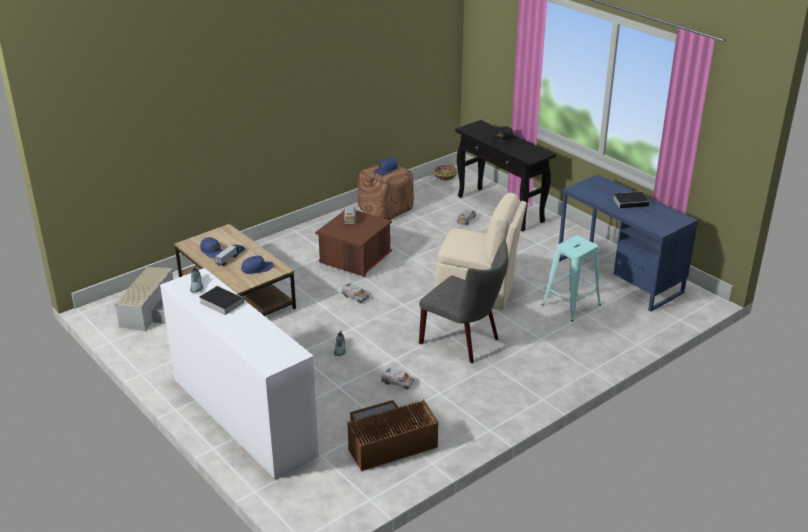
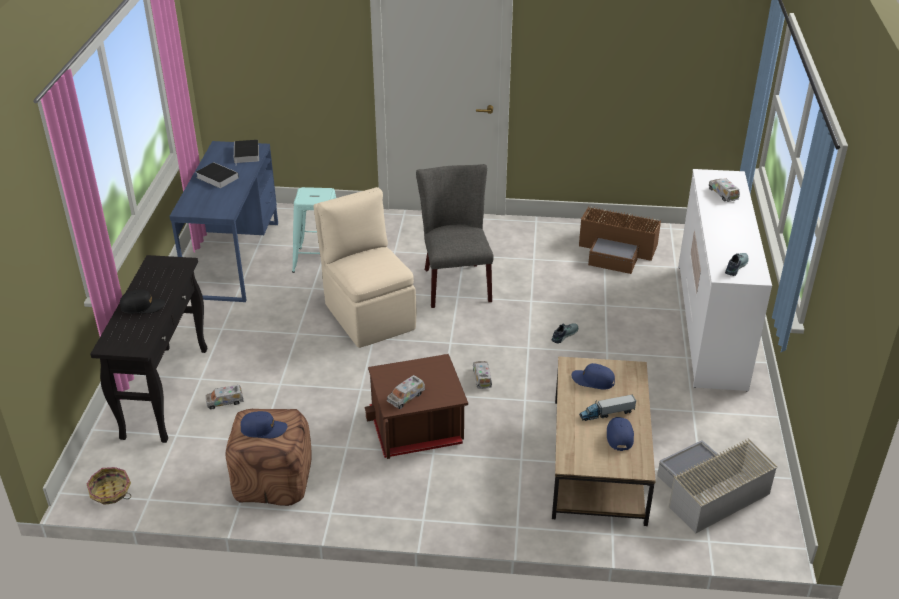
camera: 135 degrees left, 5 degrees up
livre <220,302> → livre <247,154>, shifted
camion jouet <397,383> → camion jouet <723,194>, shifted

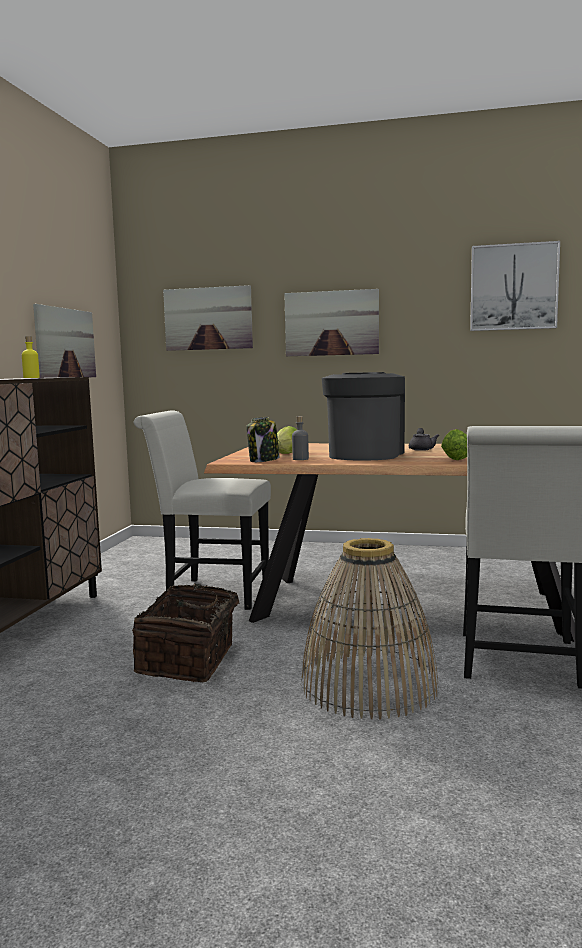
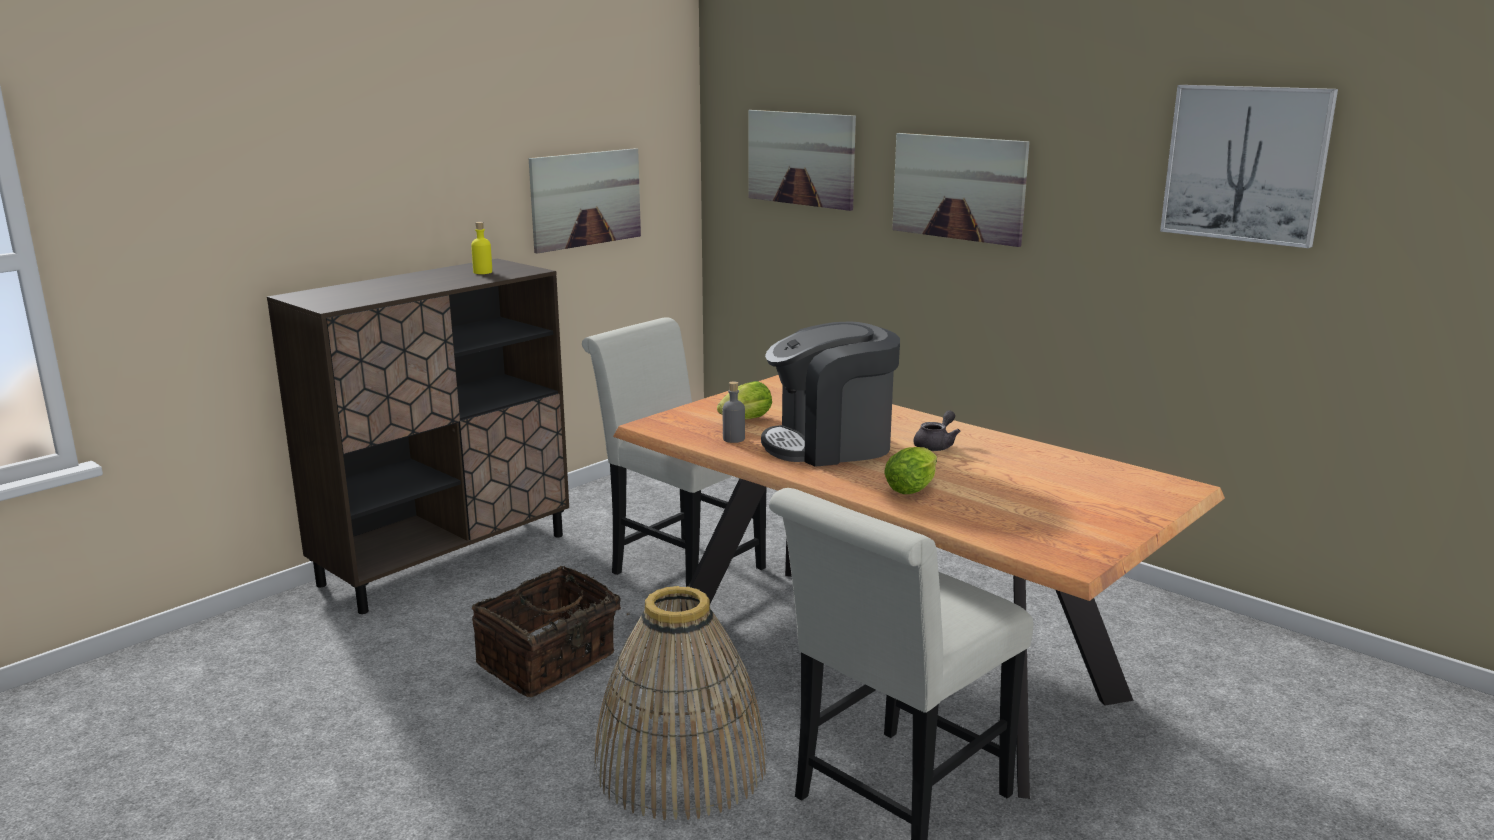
camera: 30 degrees right, 10 degrees up
bocal <264,460> → -
machine à café <364,454> → machine à café <830,445>, 150 degrees counterclockwise

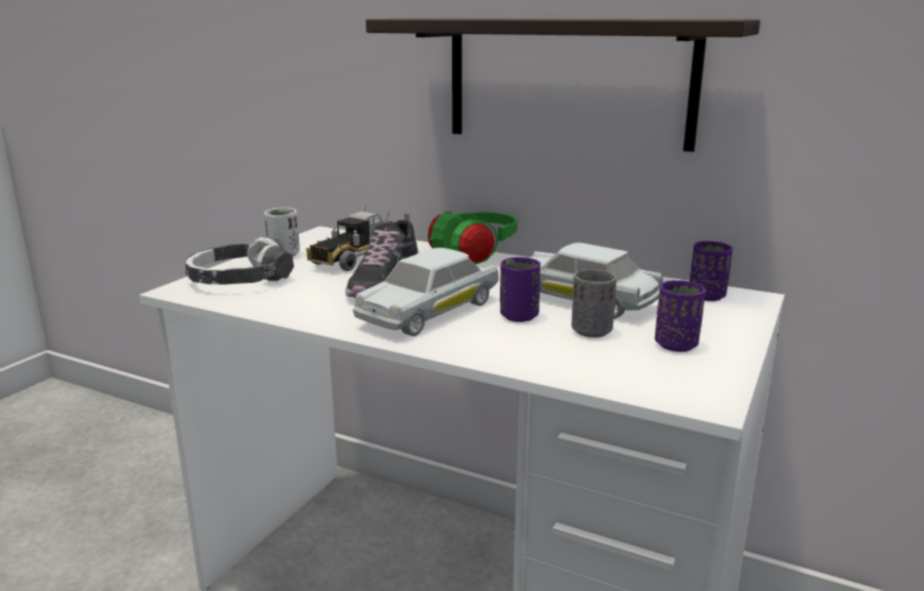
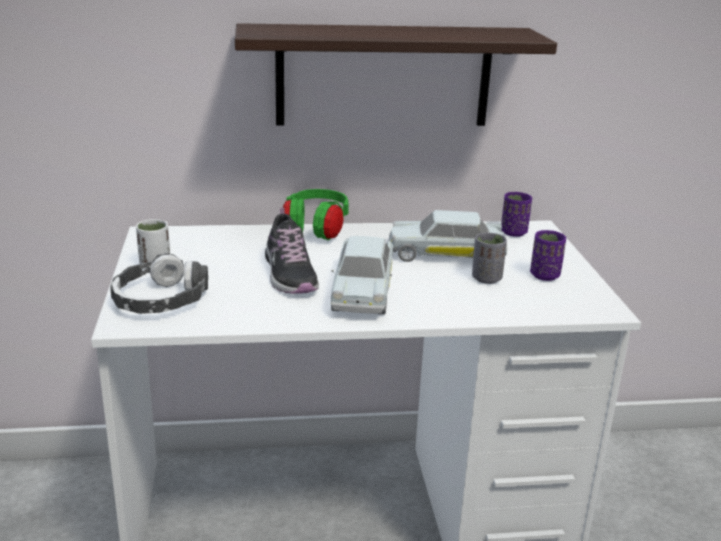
camera: 35 degrees left, 5 degrees up
camion jouet <354,259> → -
tasse [violet] <519,316> → -

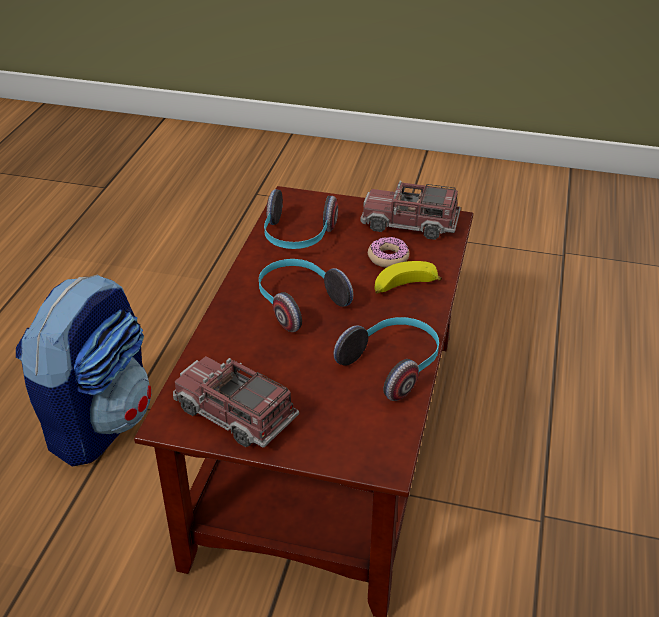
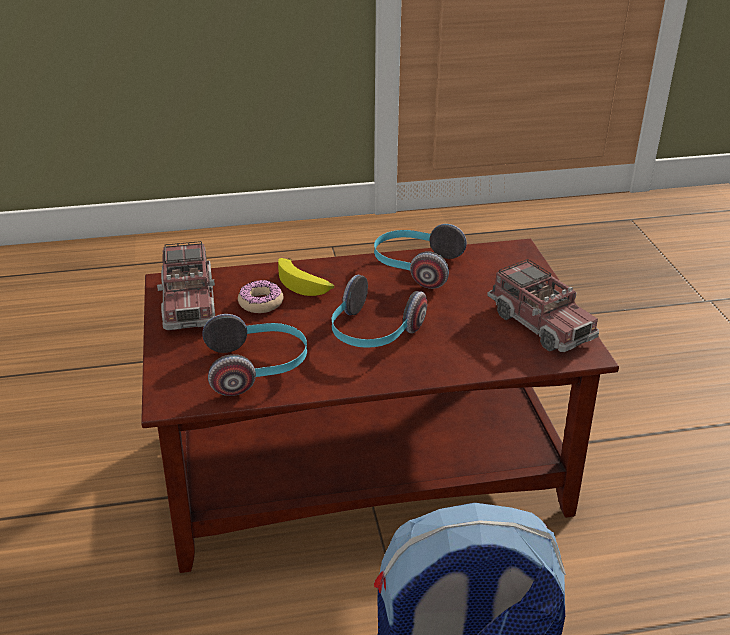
camera: 115 degrees left, 5 degrees down
camion jouet <235,413> → camion jouet <540,323>, 45 degrees counterclockwise

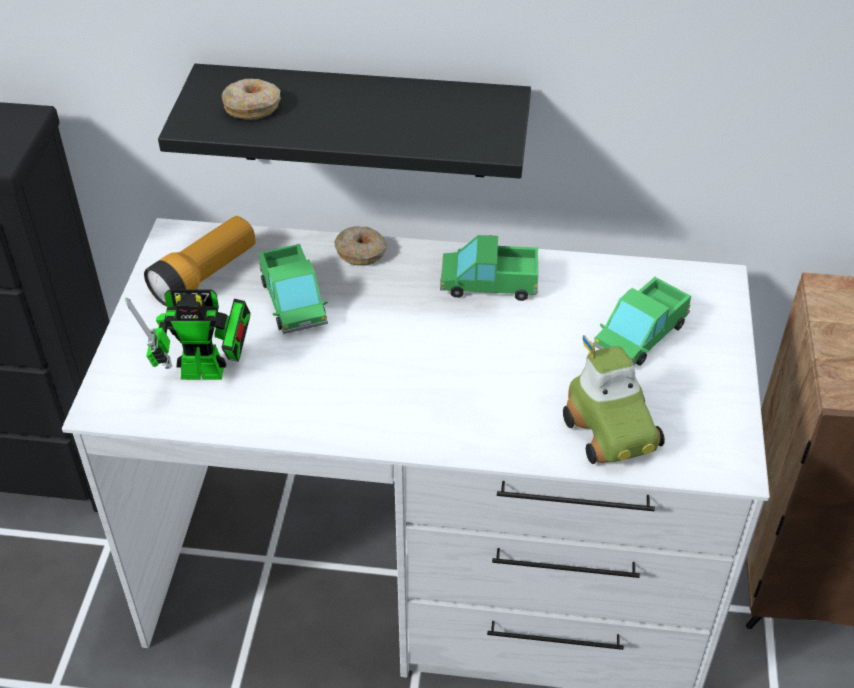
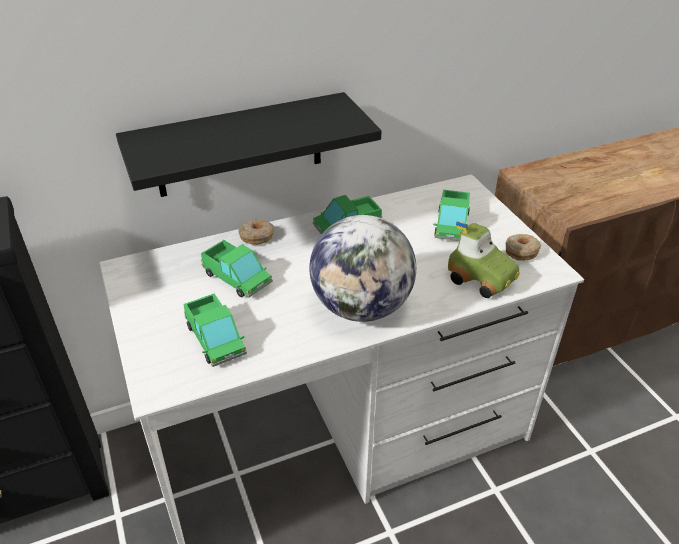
camera: 30 degrees left, 5 degrees down
lampe de poche <205,275> → -
- → globe <361,307>
beignet <252,107> → beignet <521,251>, shifted
robot jouet <210,372> → camion jouet <215,339>

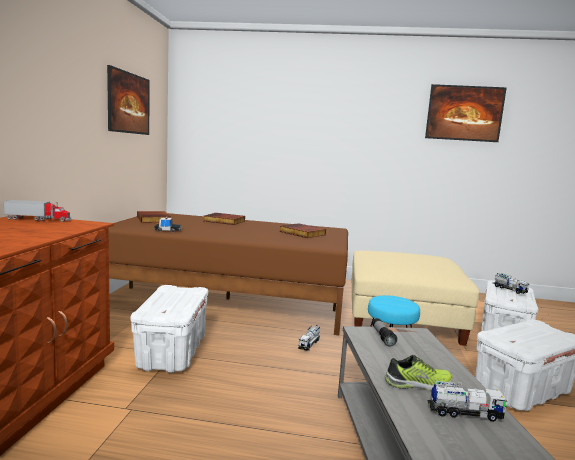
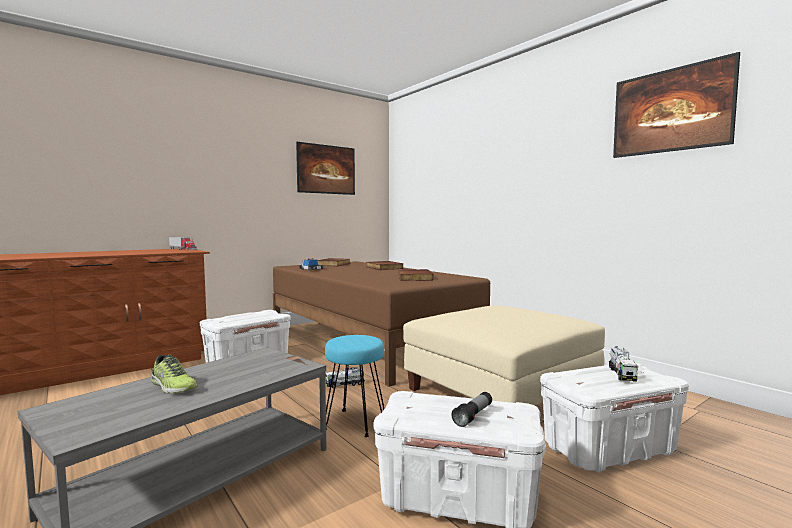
camera: 45 degrees right, 5 degrees down
camion jouet <464,413> → -
lampe de poche <382,337> → lampe de poche <473,416>, shifted

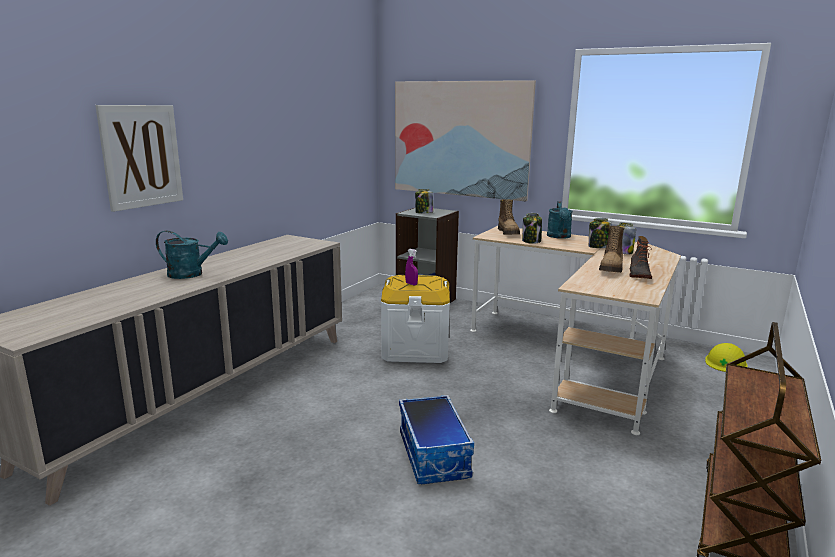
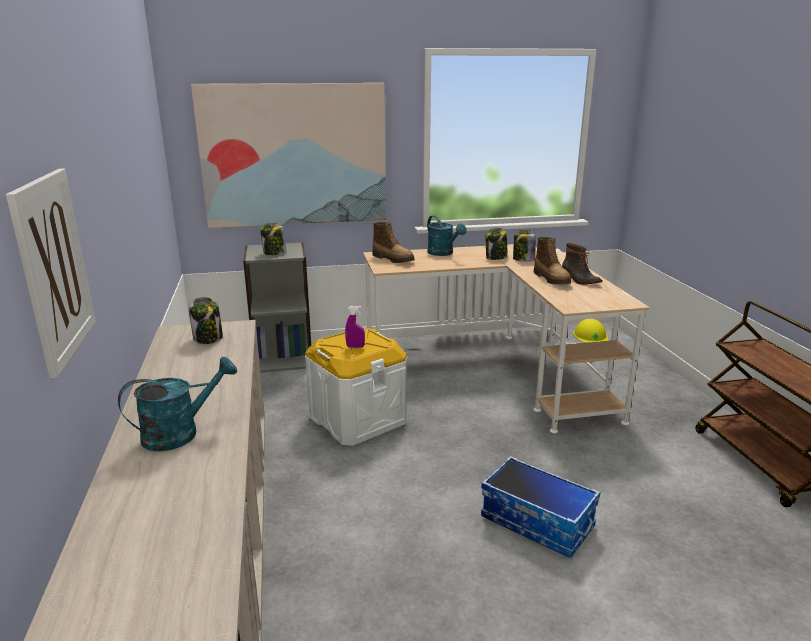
camera: 40 degrees left, 5 degrees up
bocal <531,241> → bocal <208,338>, shifted

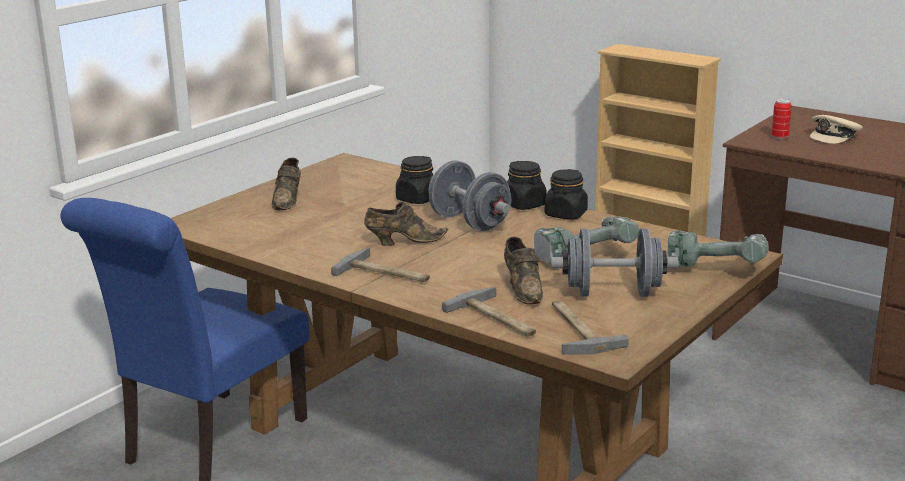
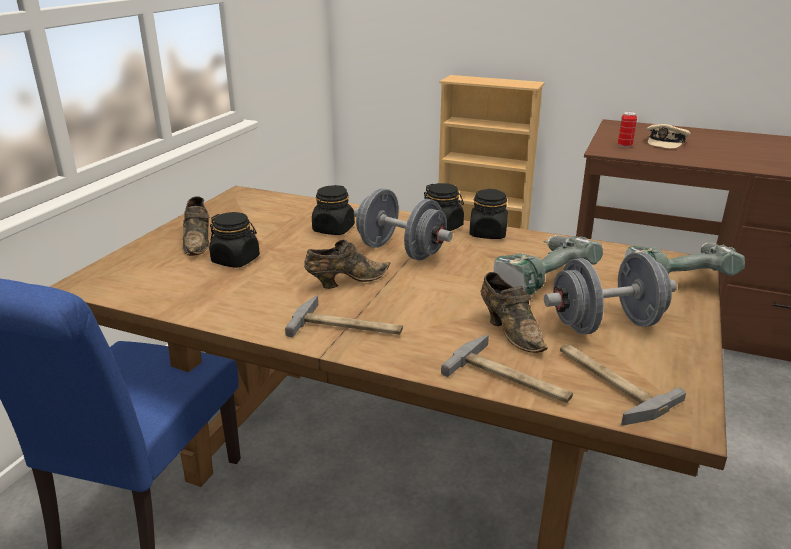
camera: 15 degrees left, 5 degrees up
- → bocal [noir] <236,260>

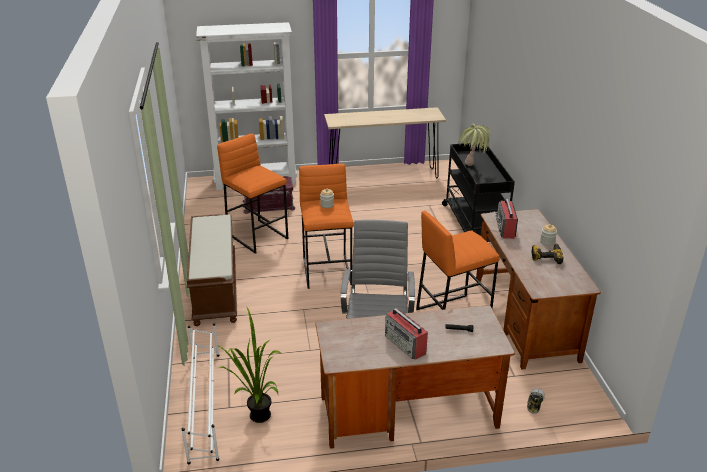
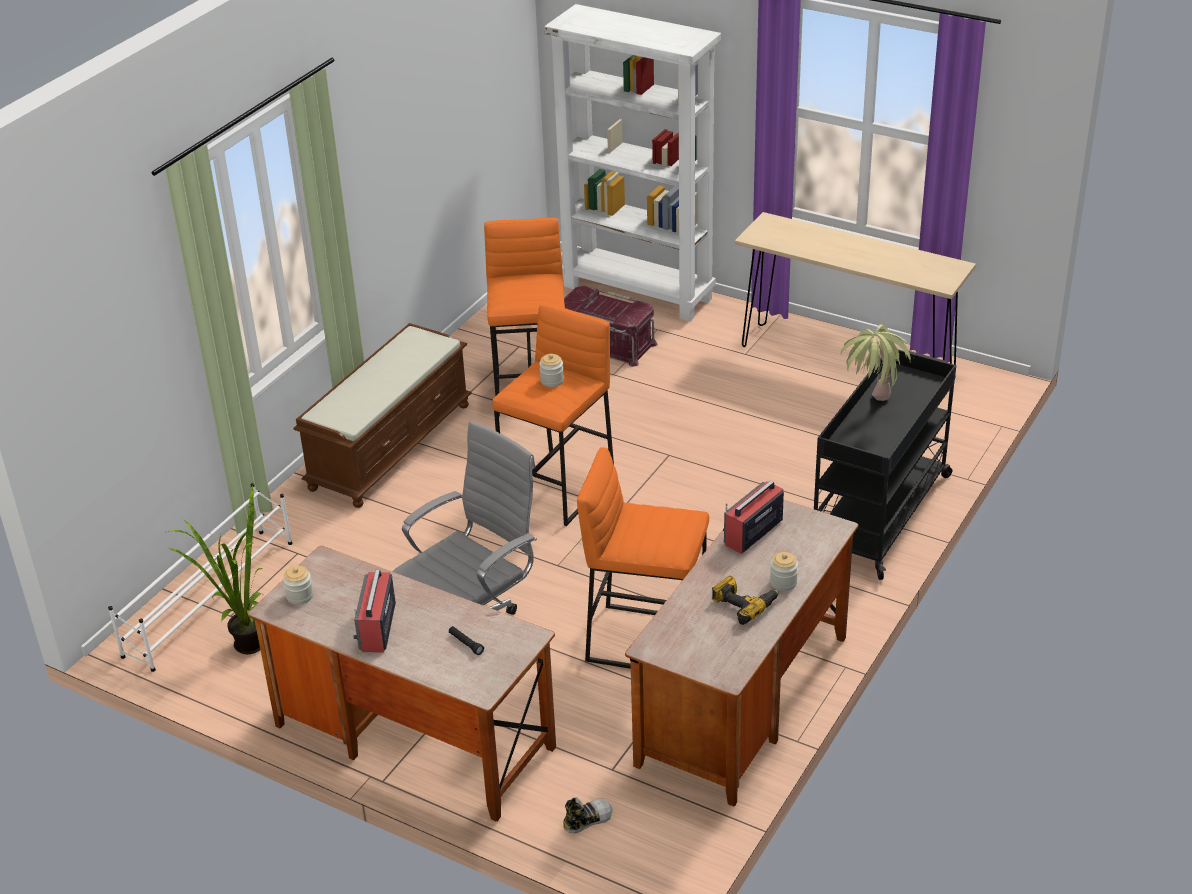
camera: 40 degrees right, 5 degrees up
- → bocal <300,596>

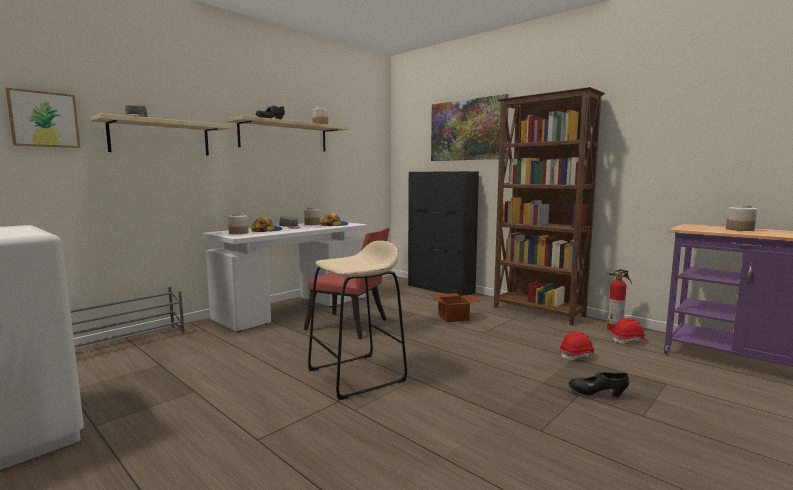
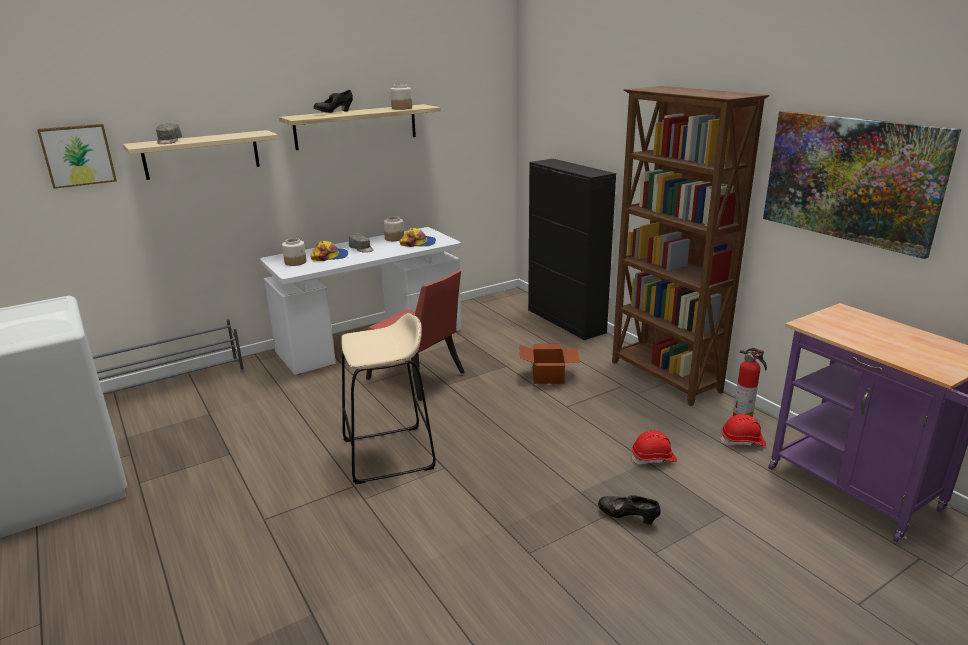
camera: 15 degrees right, 15 degrees up
bocal <740,229> → -
tableau <468,130> → tableau <851,179>, shifted

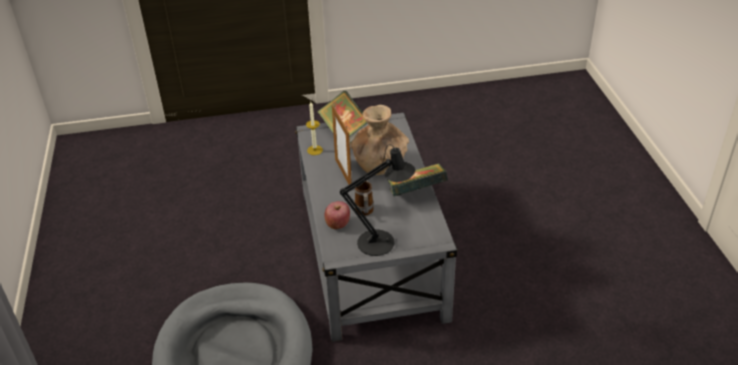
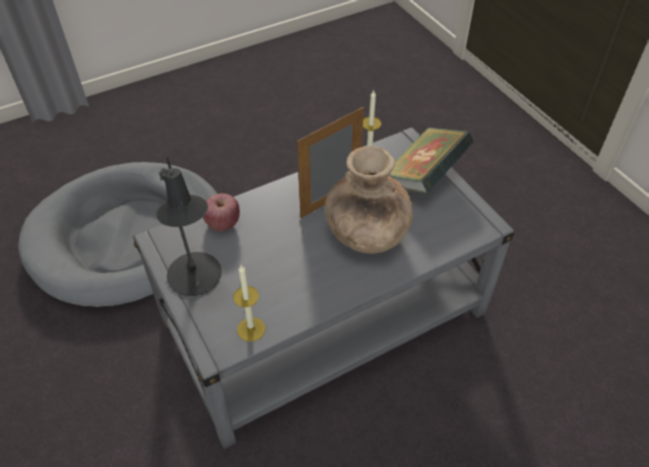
camera: 70 degrees right, 10 degrees up
mug <364,212> → -
livre <416,194> → -
- → bougie <251,329>

